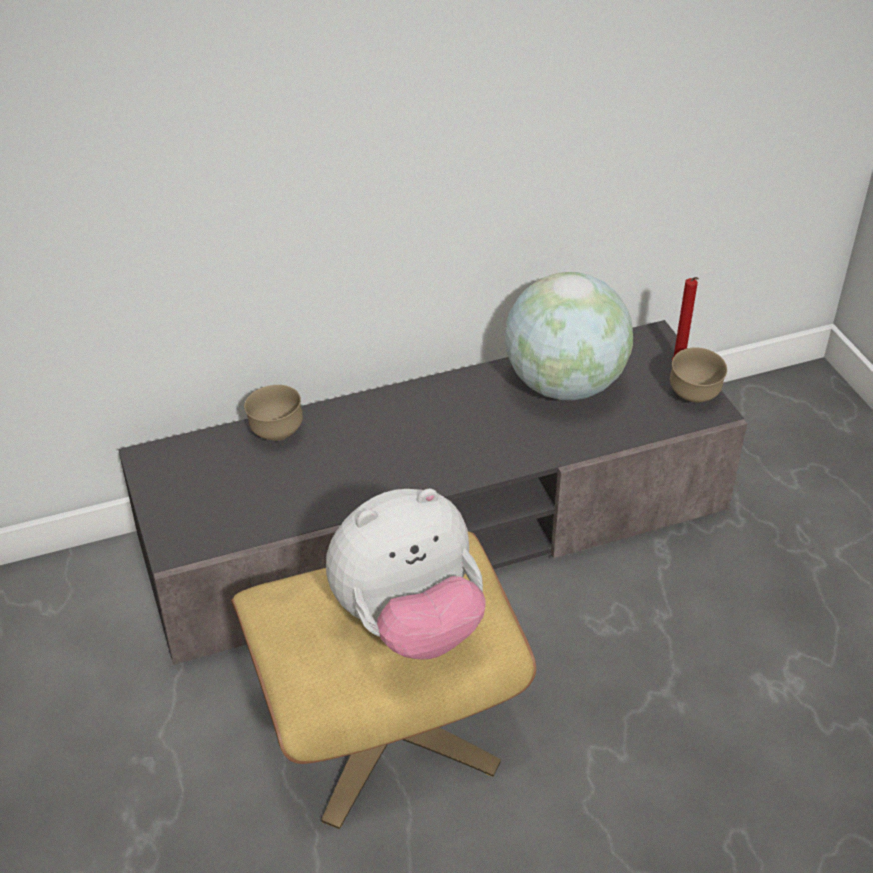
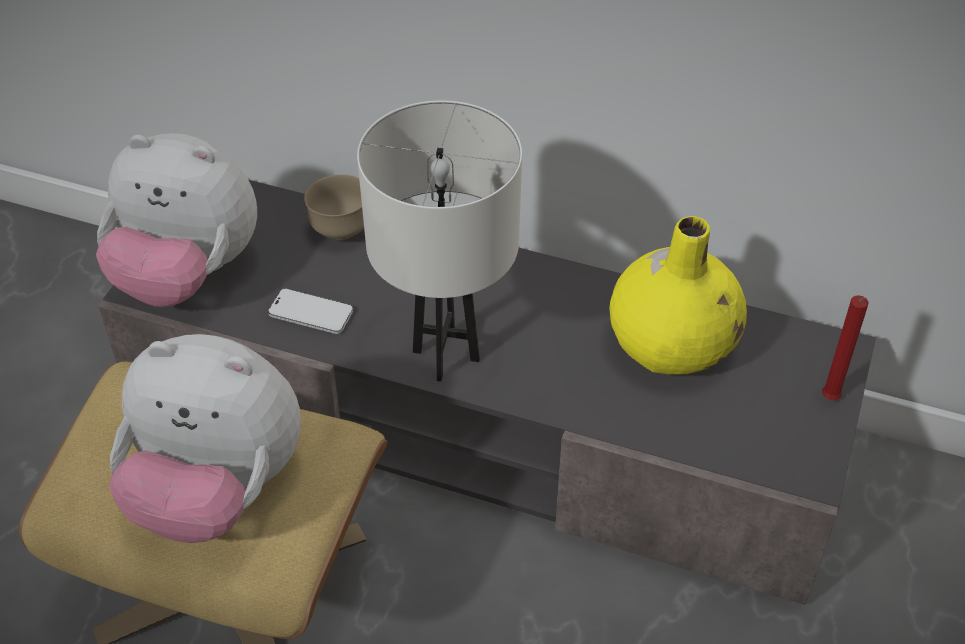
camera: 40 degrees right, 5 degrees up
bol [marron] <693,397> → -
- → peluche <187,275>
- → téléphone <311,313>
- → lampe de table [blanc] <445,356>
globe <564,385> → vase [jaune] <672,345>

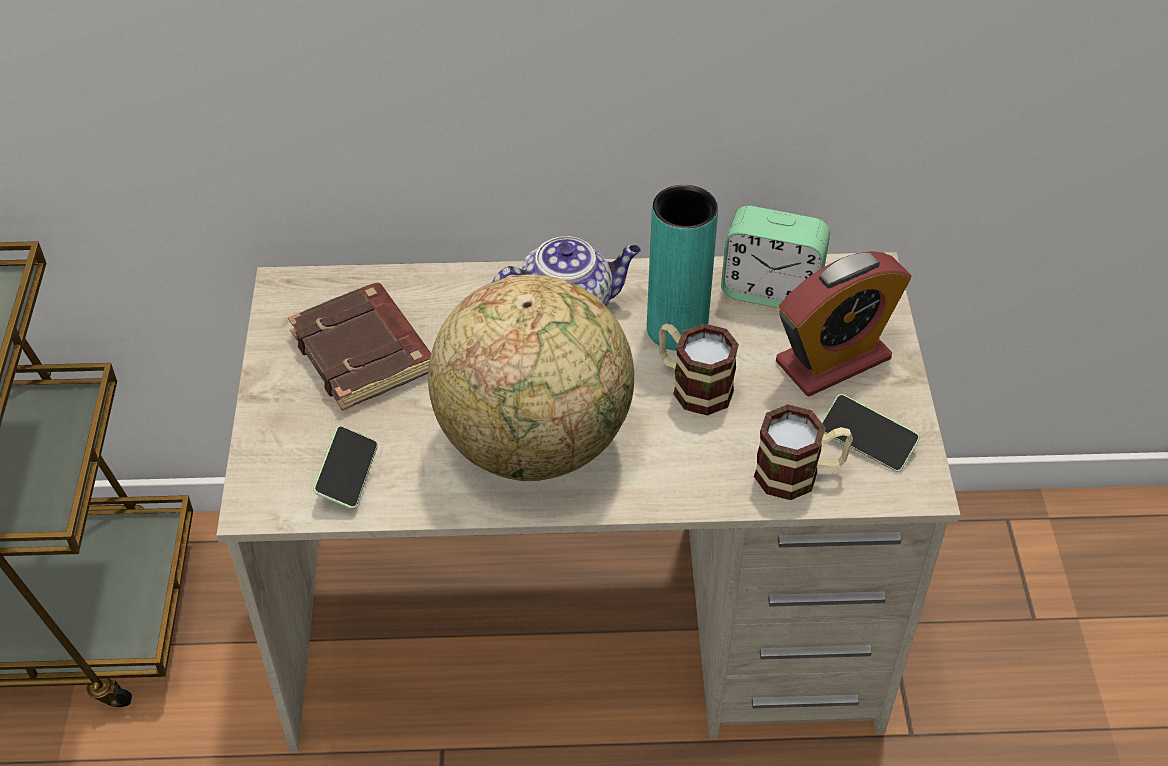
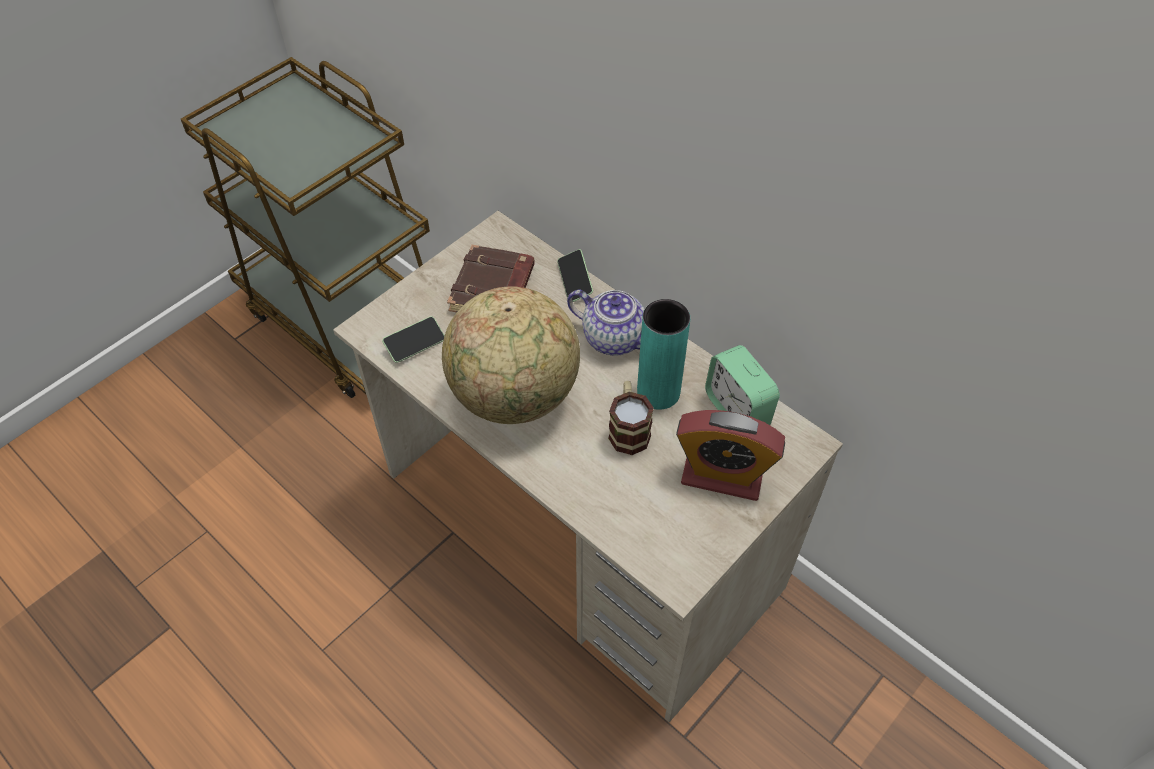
camera: 45 degrees right, 5 degrees up
mug <799,474> → -
téléphone <867,441> → téléphone <575,281>, shifted

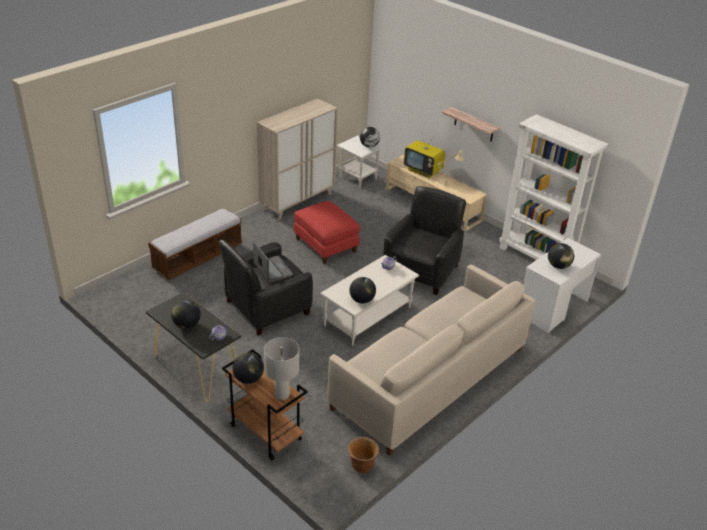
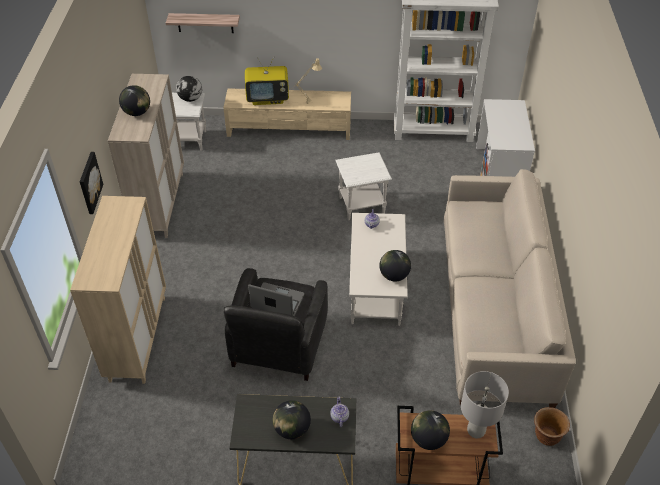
camera: 40 degrees left, 10 degrees up
pouf [rouge] <325,245> → -
- → tableau <89,183>
étagère <474,125> → étagère <205,23>, shifted
globe <558,266> → globe <137,112>, shifted
banc <198,257> → meuble de rangement [beige] <137,338>
fauteuil [noir] <421,270> → table d'appoint [blanc] <362,205>

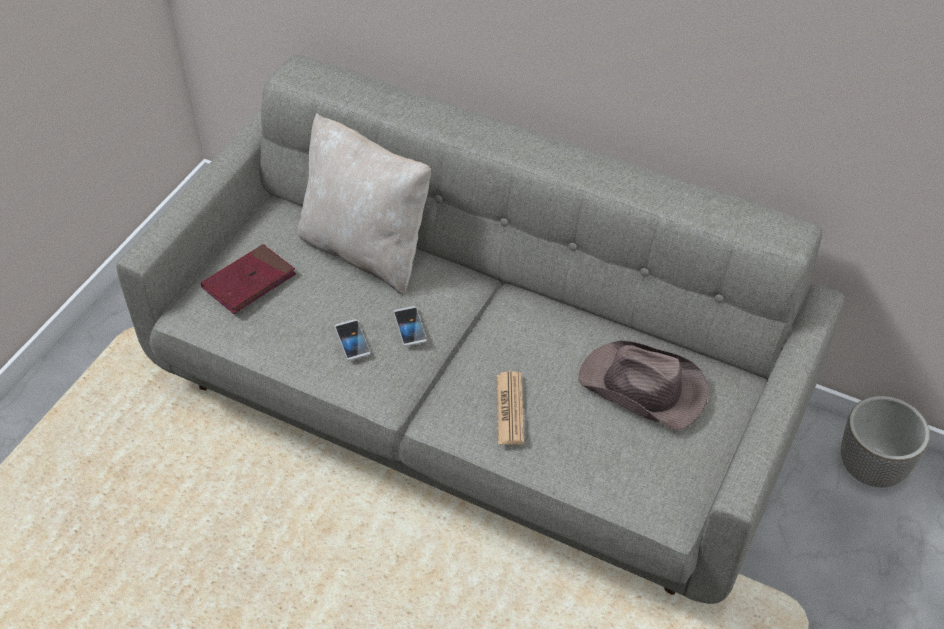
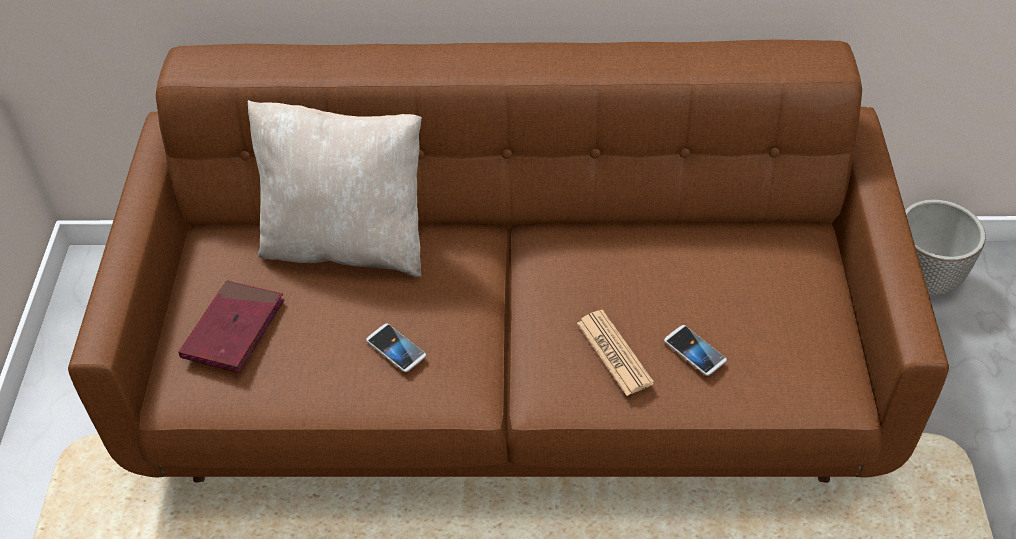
camera: 25 degrees left, 0 degrees up
chapeau [marron] <643,389> → -
téléphone <409,327> → téléphone <694,351>, shifted
canapé [gris] <473,403> → canapé [marron] <511,372>

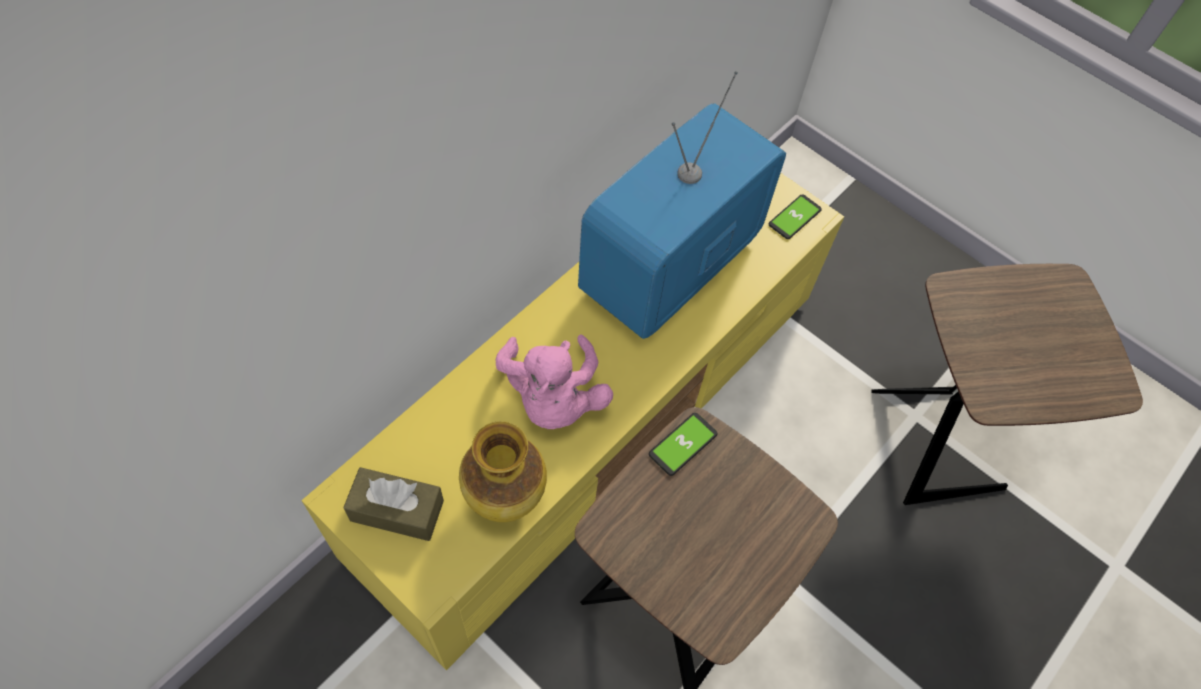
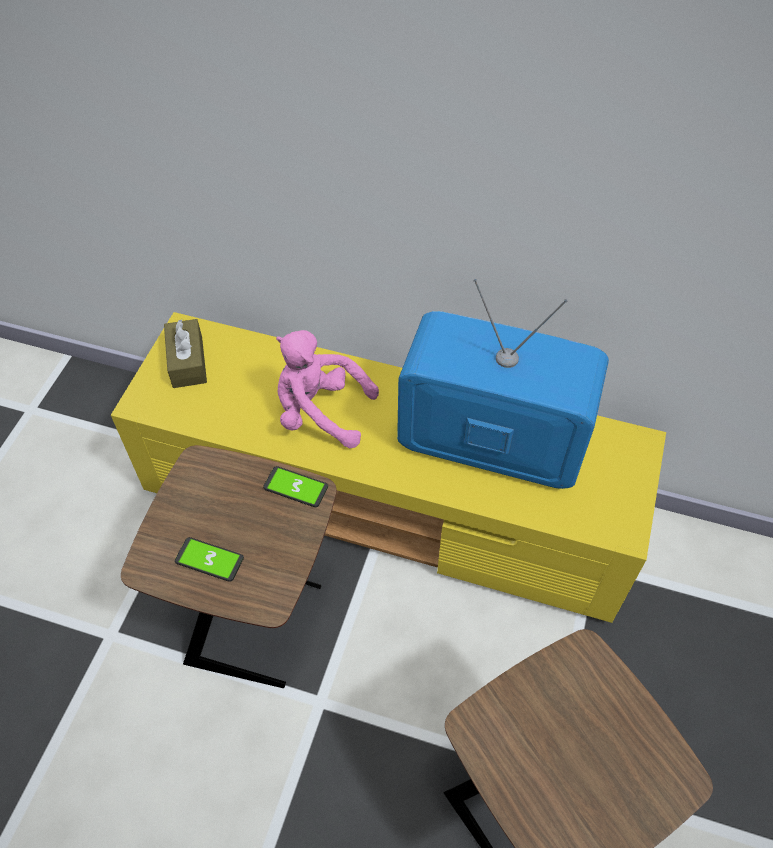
camera: 70 degrees right, 5 degrees down
vase <504,502> → -
téléphone <794,217> → téléphone <209,560>, shifted
peluche [rose] <552,398> → peluche [rose] <320,412>, 45 degrees clockwise

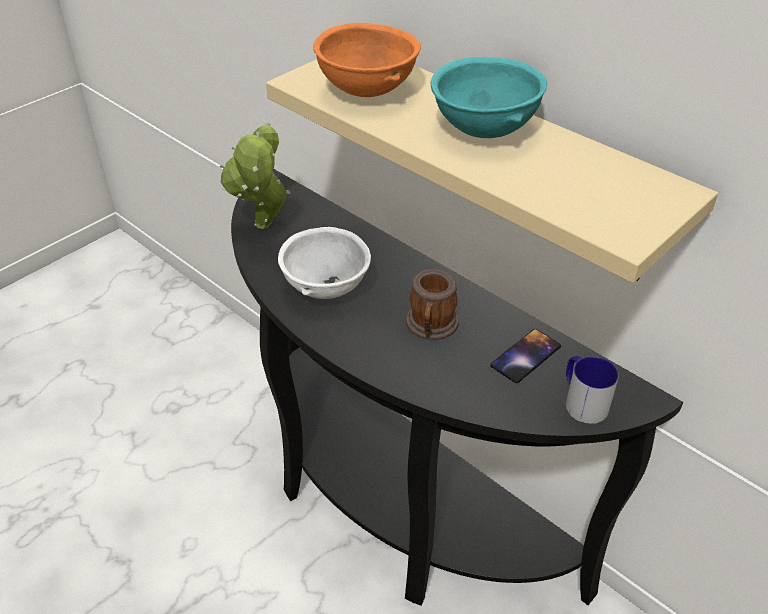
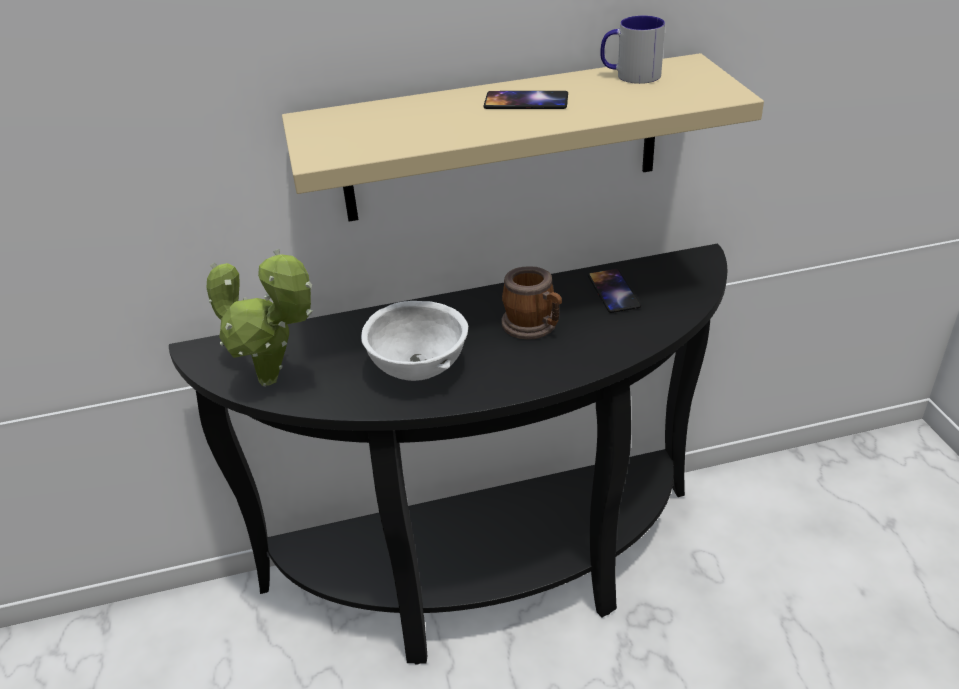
camera: 55 degrees left, 5 degrees down
bol [orange] <368,91> → -
mug <581,401> → mug <630,75>, shifted
bol [turquoise] <483,131> → téléphone <526,101>

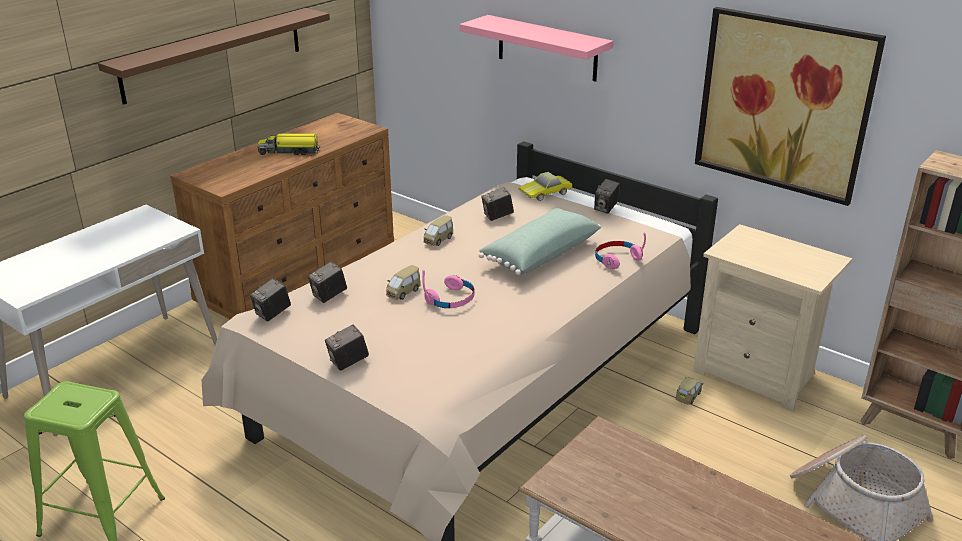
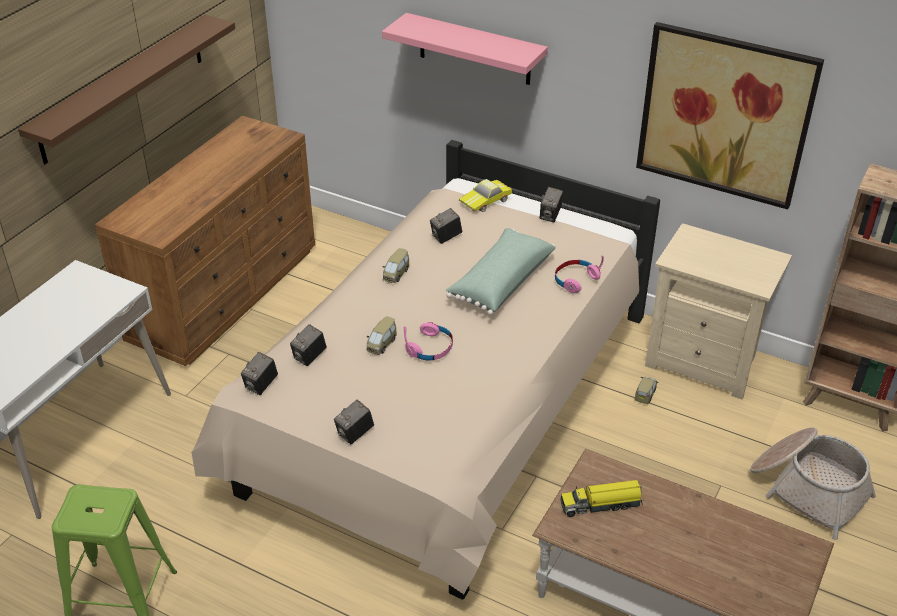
camera: 10 degrees left, 10 degrees up
camion jouet <289,152> → camion jouet <601,504>, shifted

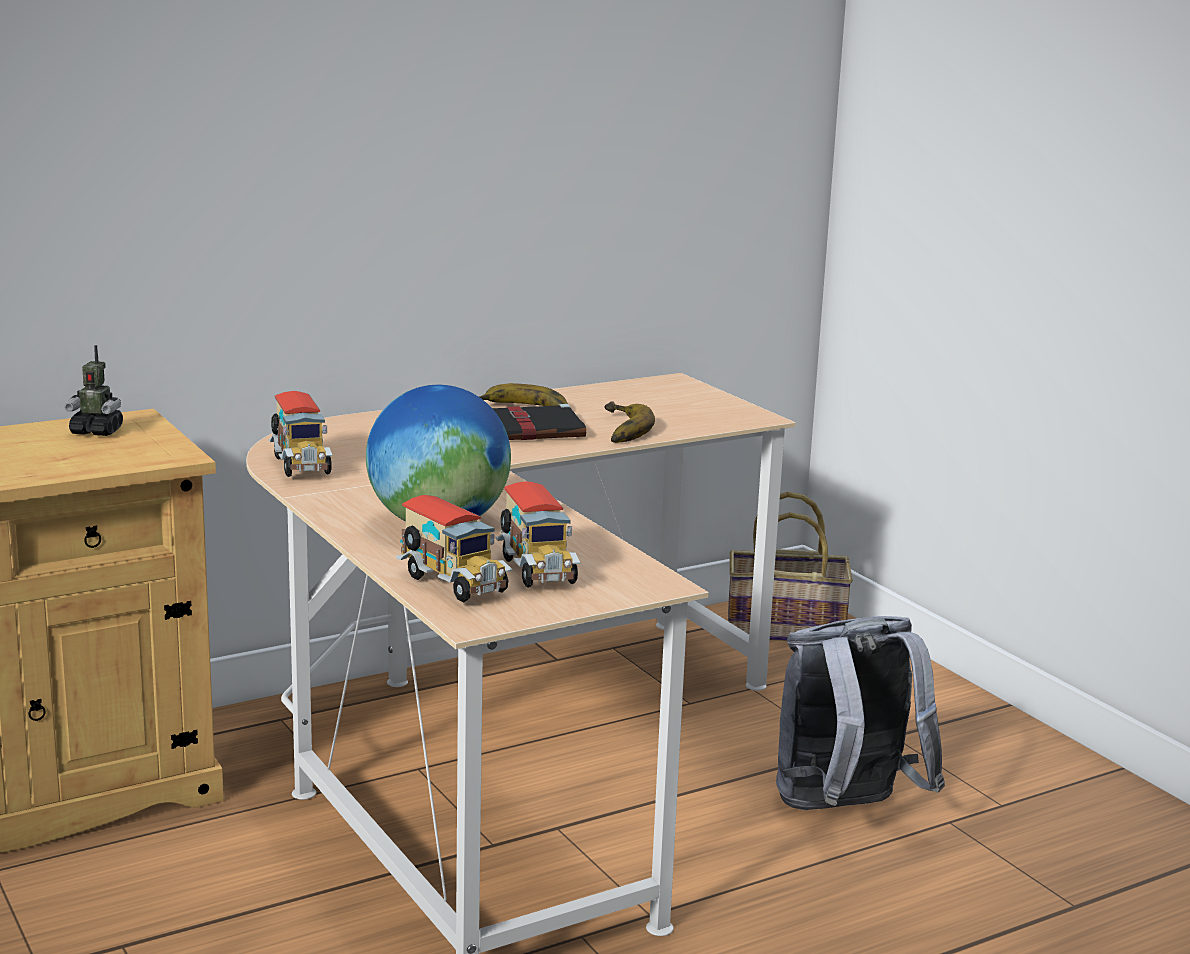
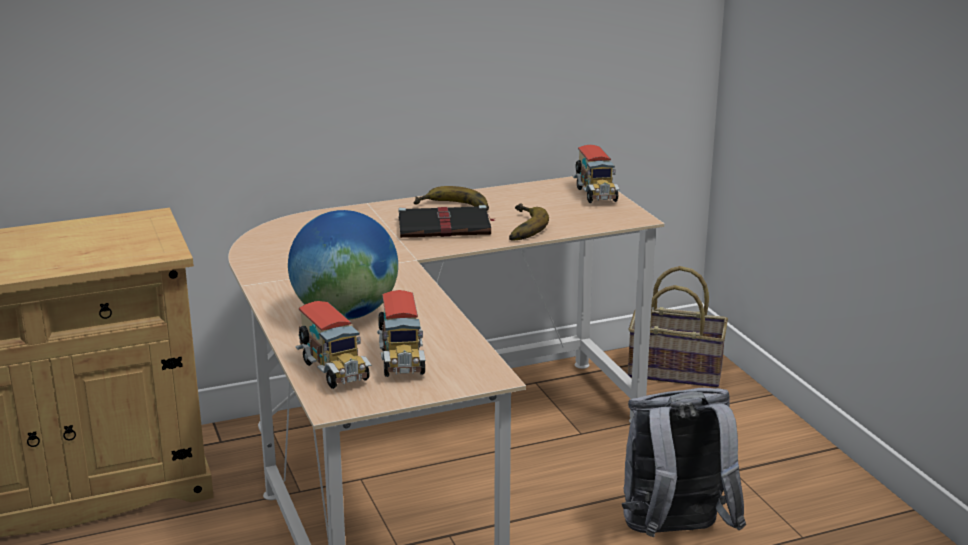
camera: 10 degrees right, 5 degrees up
robot jouet <96,432> → -
camion jouet <300,466> → camion jouet <595,195>, shifted

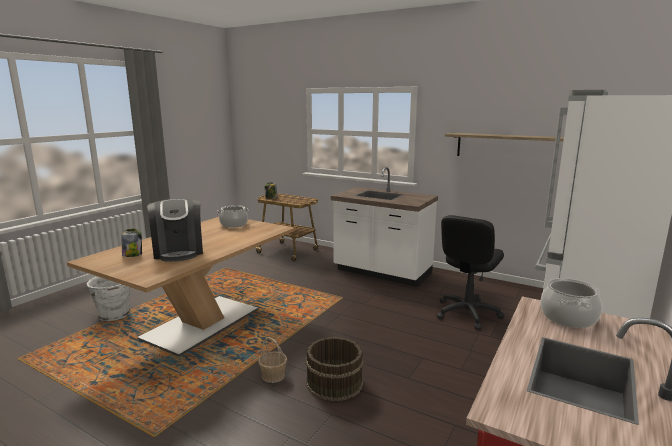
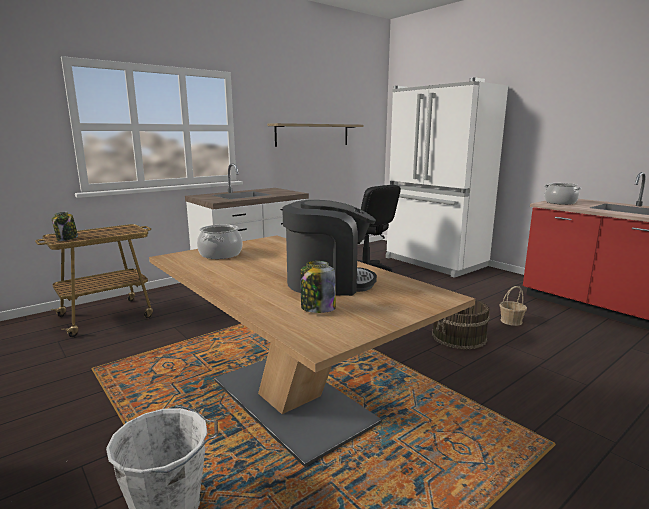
camera: 70 degrees left, 0 degrees up
panier <273,375> → panier <511,321>, shifted

